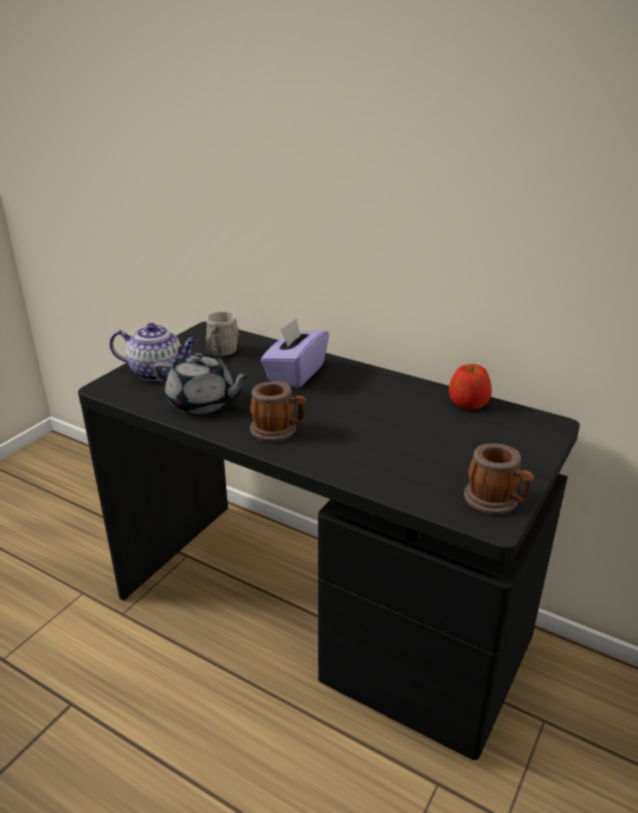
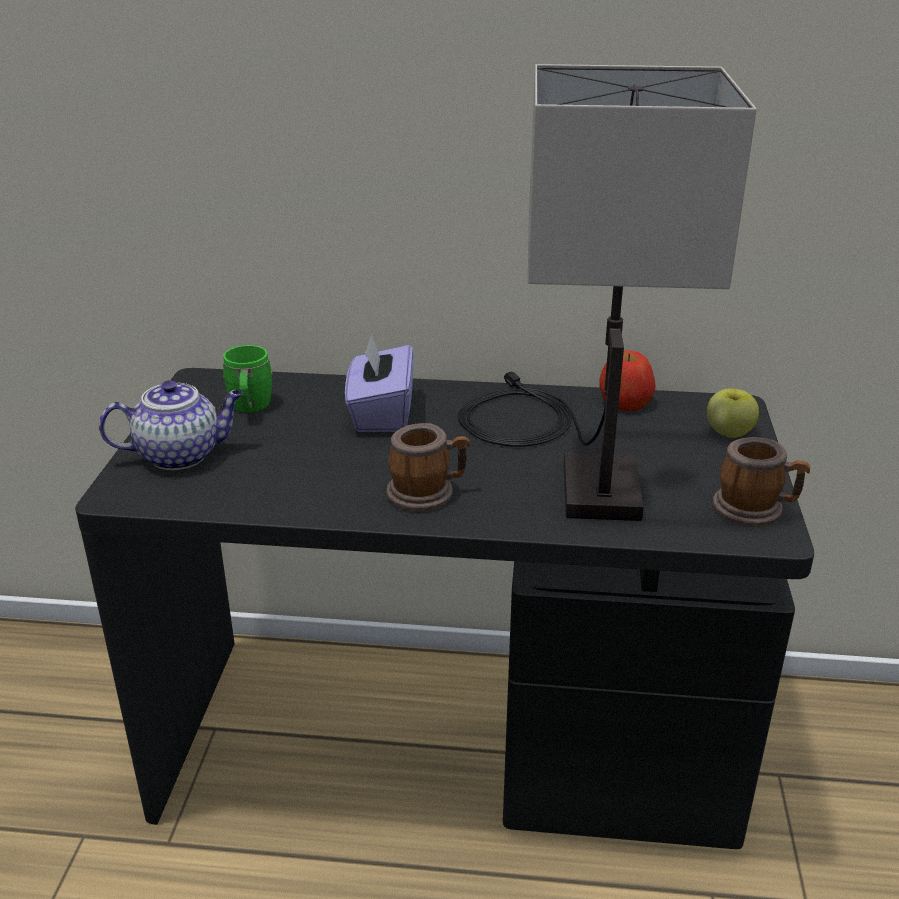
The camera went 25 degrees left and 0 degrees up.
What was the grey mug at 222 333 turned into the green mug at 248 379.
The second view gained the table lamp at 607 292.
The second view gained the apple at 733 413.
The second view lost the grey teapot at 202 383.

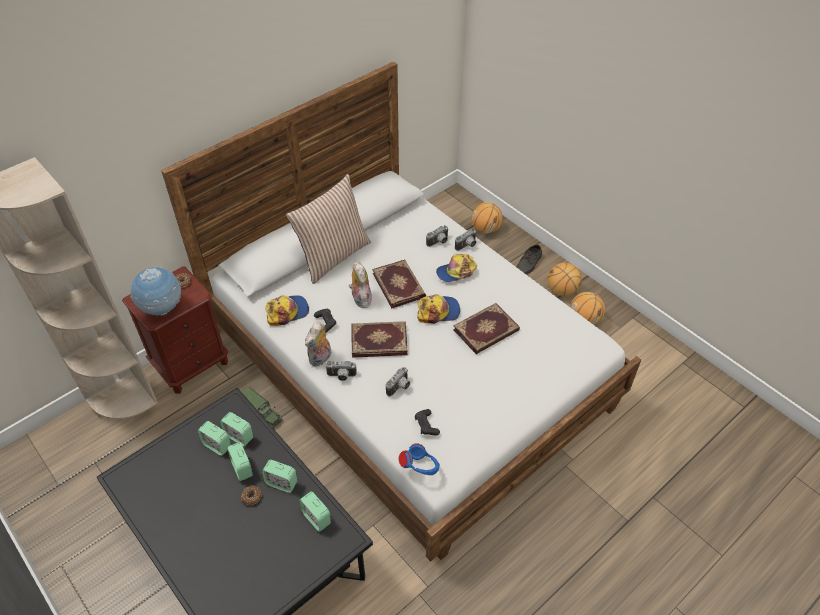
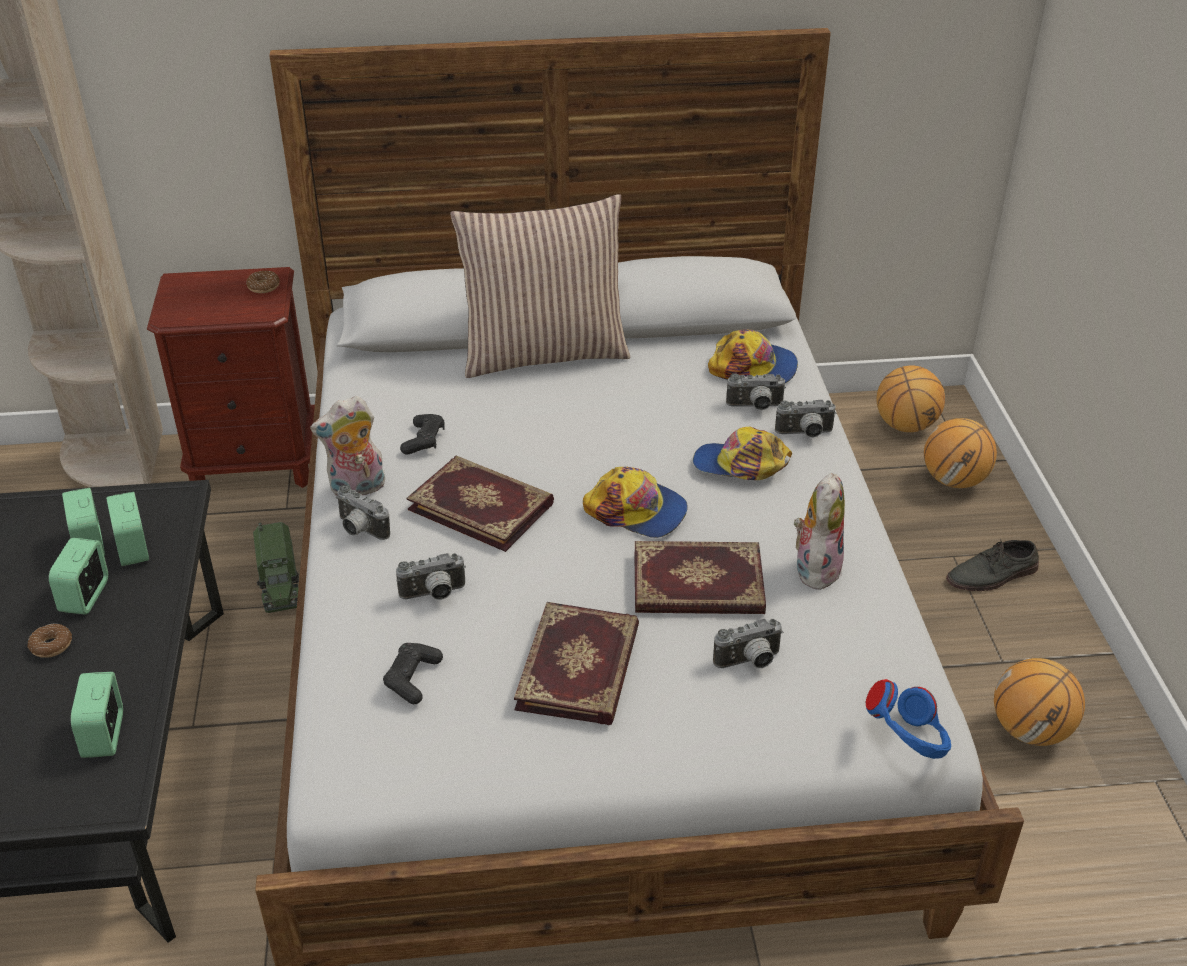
The camera went 35 degrees right and 10 degrees down.
The book ended up elsewhere, having gone from 399 284 to 576 663.
The cap ended up elsewhere, having gone from 287 310 to 753 356.
The second view gained the photo camera at 748 643.
The plush toy ended up elsewhere, having gone from 360 284 to 819 531.
The blue headphones ended up elsewhere, having gone from 419 459 to 908 719.
The basketball ended up elsewhere, having gone from 564 279 to 911 398.
The second view lost the globe at 156 291.
The second view lost the alarm clock at 279 476.

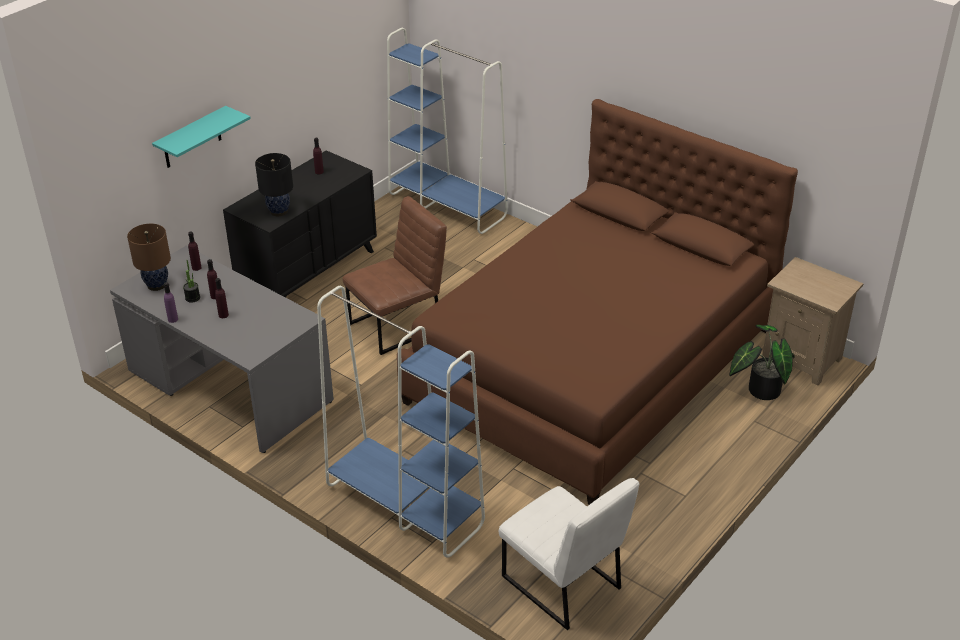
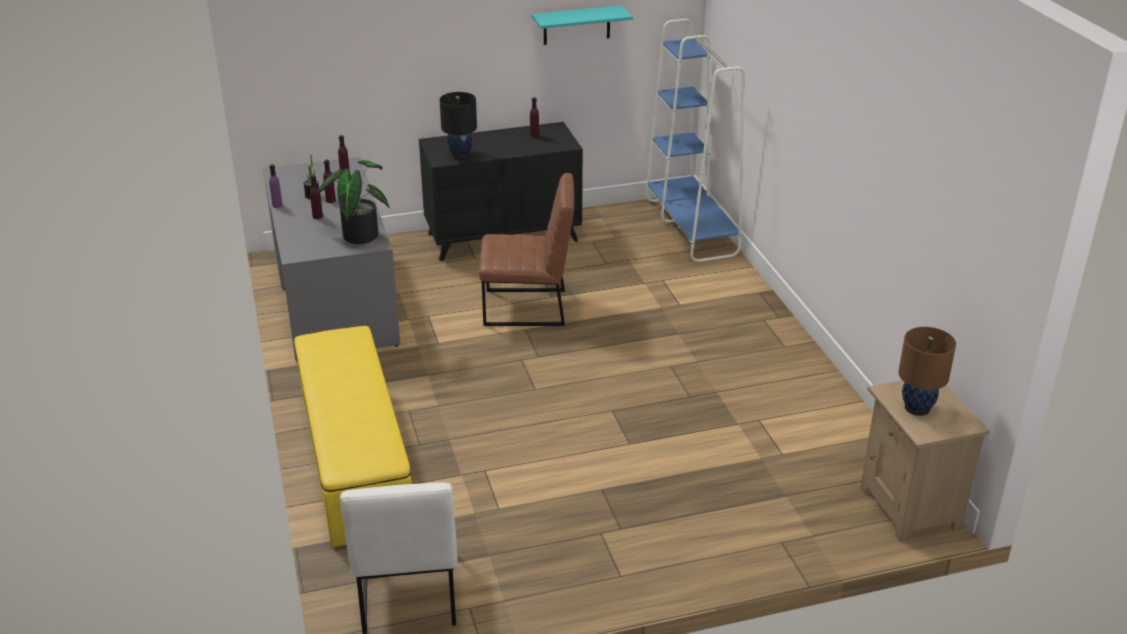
The camera went 35 degrees right and 5 degrees down.
Where the blue clothes rack stood at 401 422, the yellow bench came to stand at 353 436.
The potted plant ended up elsewhere, having gone from 762 362 to 352 202.
The turquoise shelf ended up elsewhere, having gone from 201 137 to 582 25.
The brown table lamp ended up elsewhere, having gone from 149 257 to 927 371.
The second view lost the brown bed at 597 302.

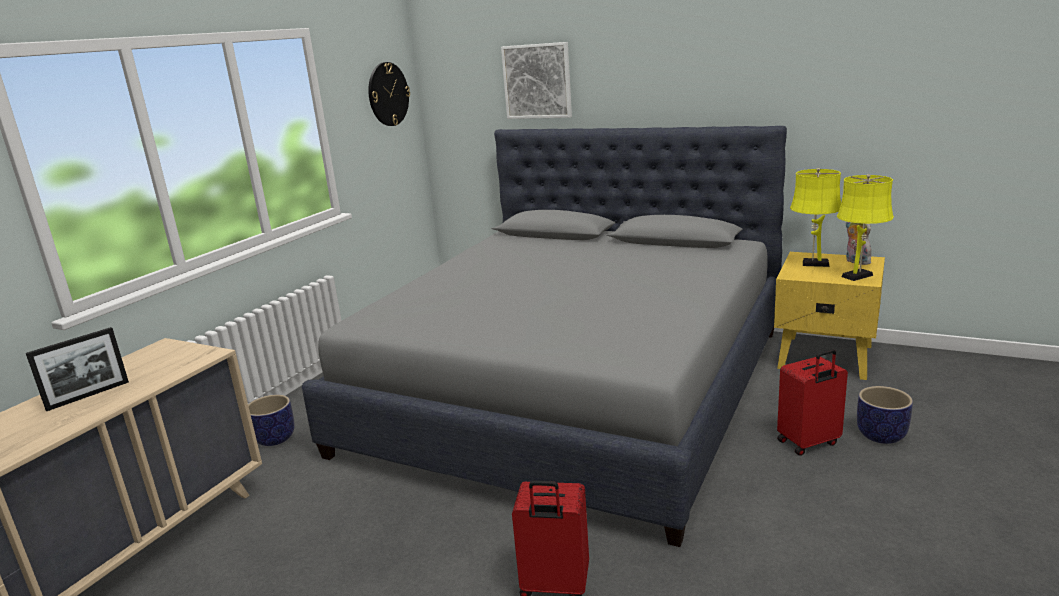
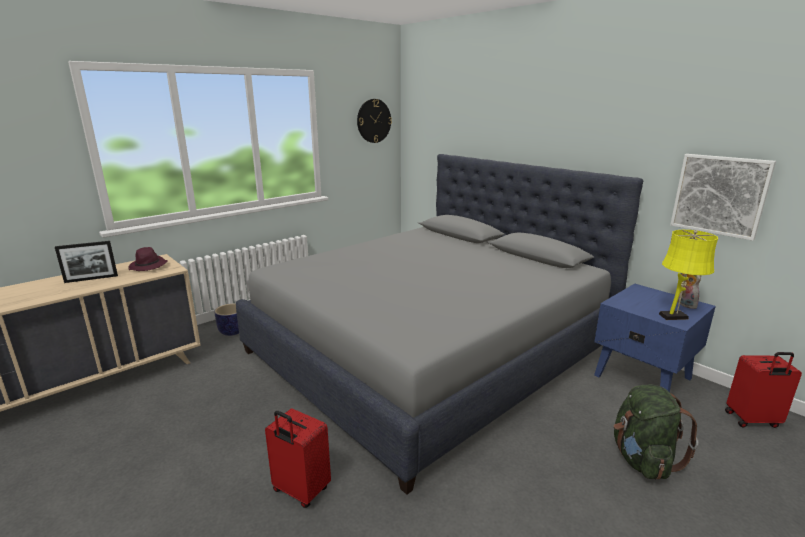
The camera went 20 degrees right and 0 degrees up.
The second view gained the purple hat at 148 259.
What was the yellow nightstand at 829 316 turned into the blue nightstand at 655 338.
Where the planter stood at 885 415, the green backpack came to stand at 656 432.
The picture ended up elsewhere, having gone from 536 80 to 723 197.
The red suitcase ended up elsewhere, having gone from 812 402 to 763 390.
The second view lost the yellow table lamp at 815 217.

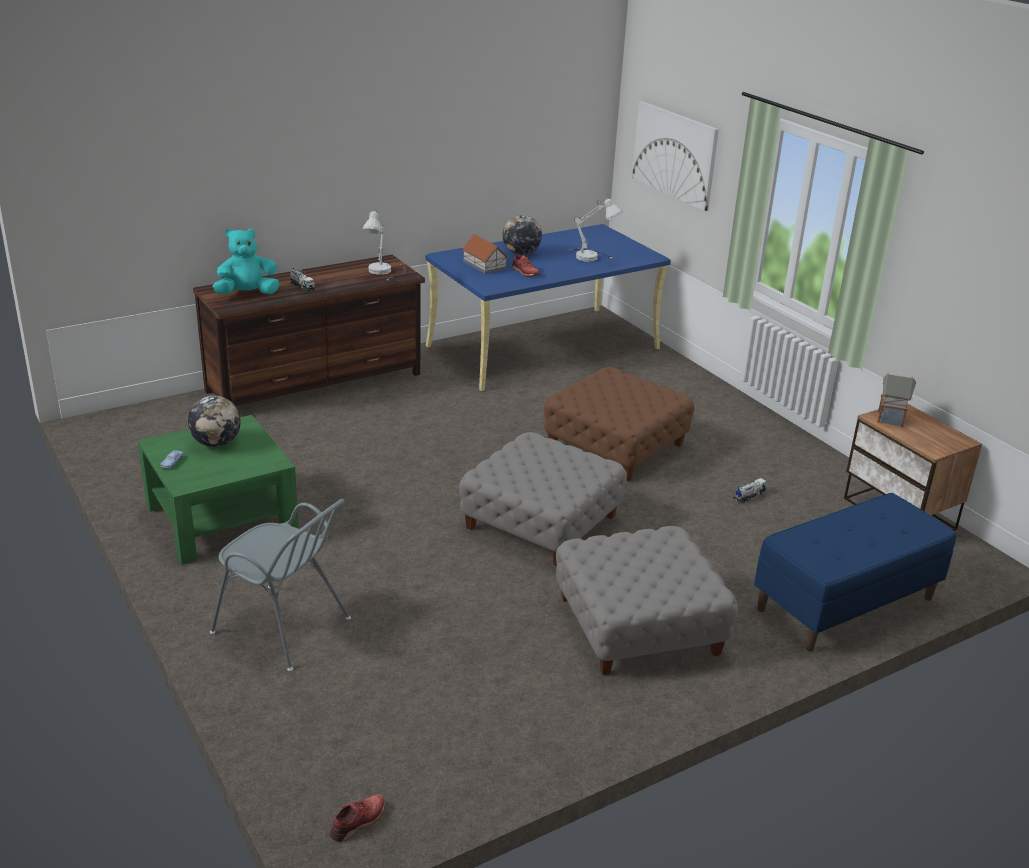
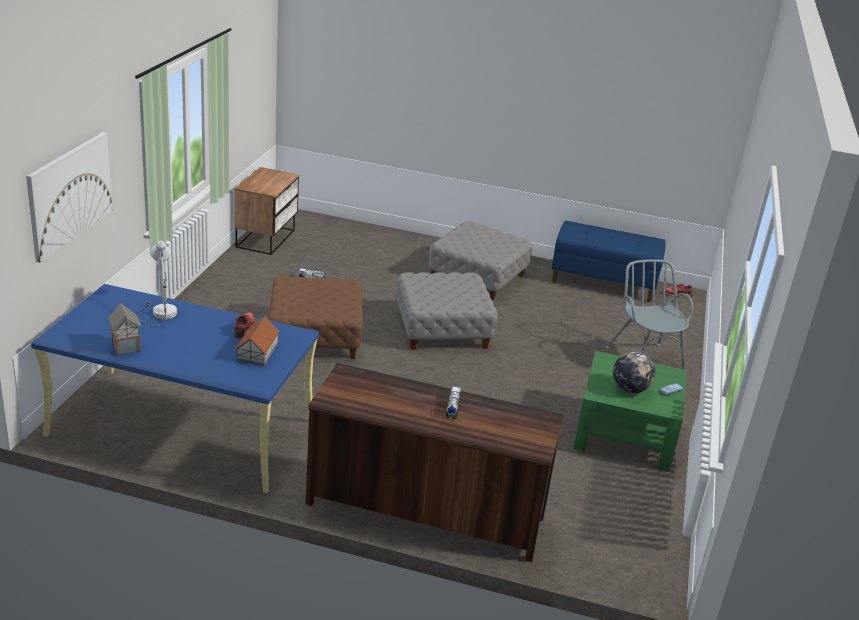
The camera went 135 degrees left and 0 degrees up.
The toy house ended up elsewhere, having gone from 896 400 to 124 329.
The blue bench ended up elsewhere, having gone from 855 572 to 609 261.
The second view lost the turquoise plush toy at 246 261.
The second view lost the white table lamp at 384 245.
The second view lost the globe at 522 235.

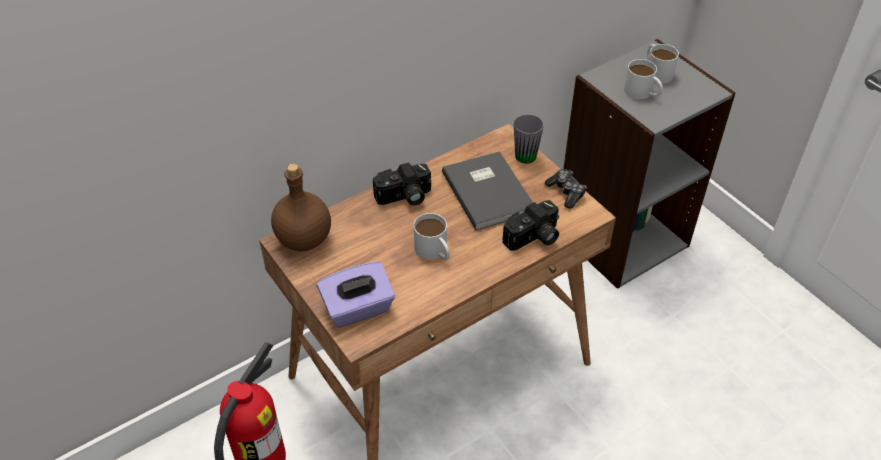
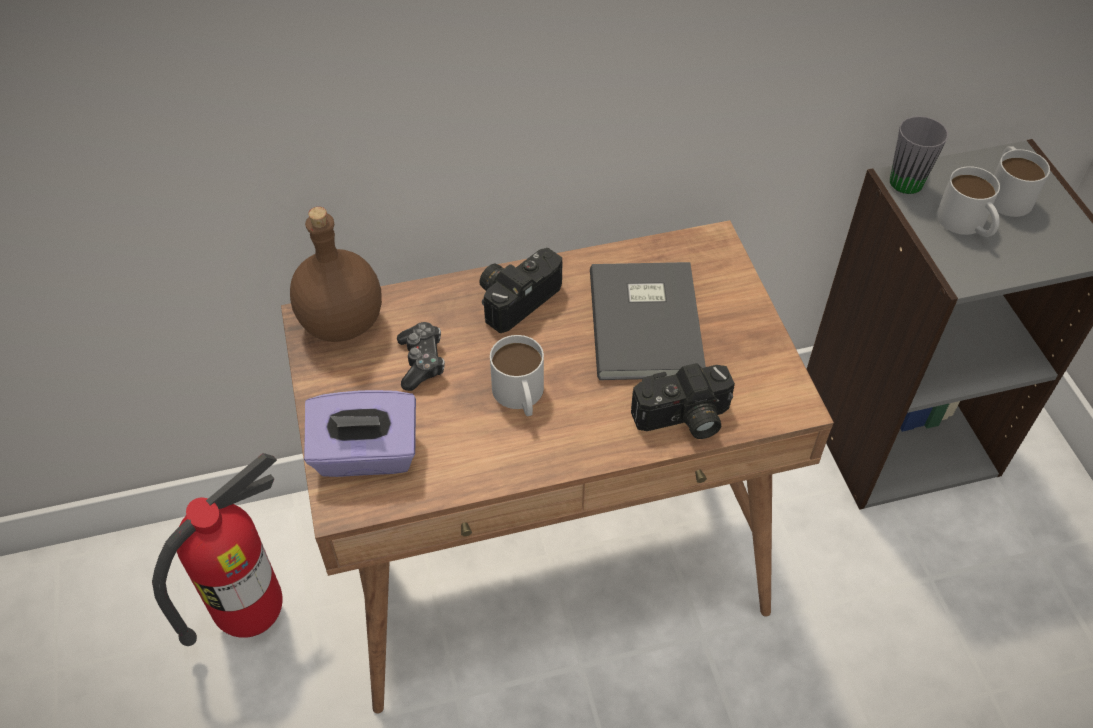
The camera went 20 degrees right and 5 degrees up.
The game controller ended up elsewhere, having gone from 566 189 to 421 356.
The photo camera at 402 184 ended up facing another way, 135 degrees clockwise from before.
The grey mug ended up elsewhere, having gone from 529 139 to 919 155.

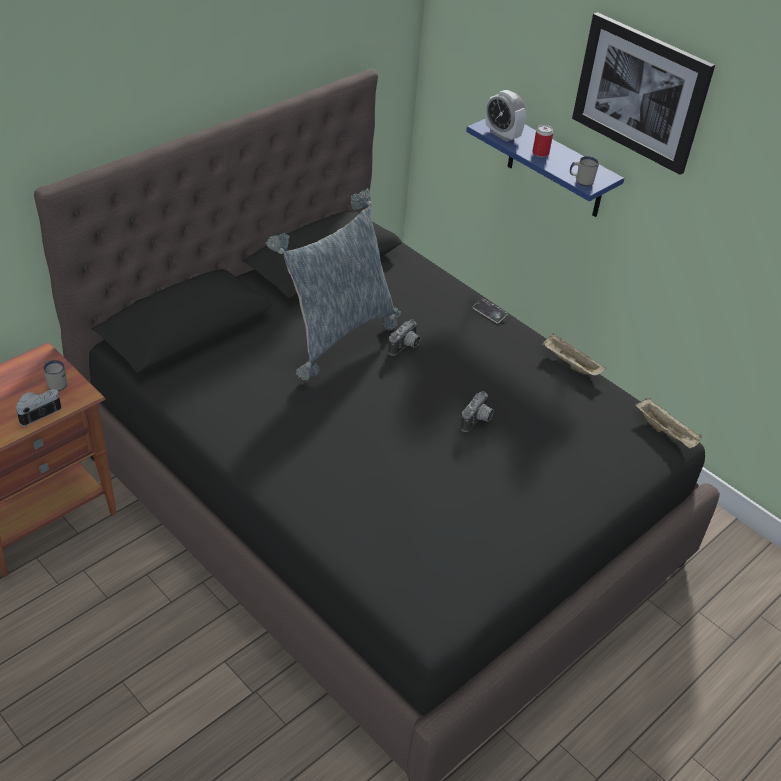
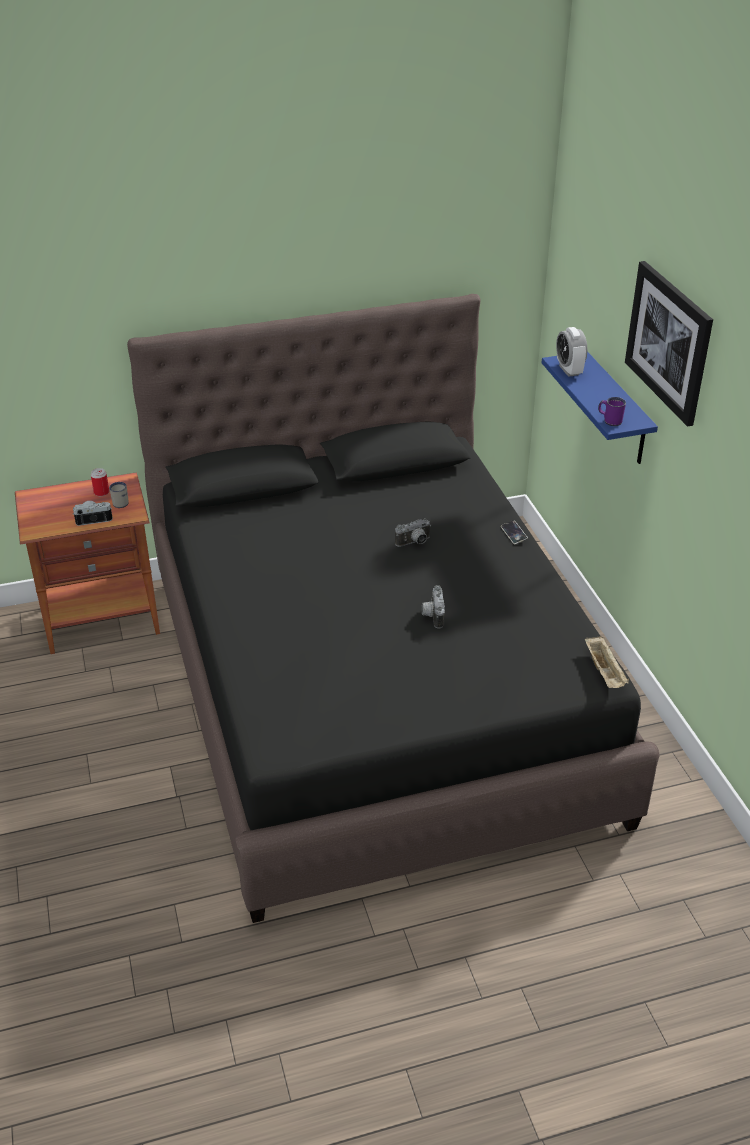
The camera went 30 degrees right and 5 degrees down.
The can ended up elsewhere, having gone from 542 141 to 100 482.
The photo camera at 477 411 ended up facing another way, 120 degrees clockwise from before.
What was the white mug at 584 171 turned into the purple mug at 612 411.
The second view lost the pillow at 333 284.
The second view lost the beige tray at 574 354.

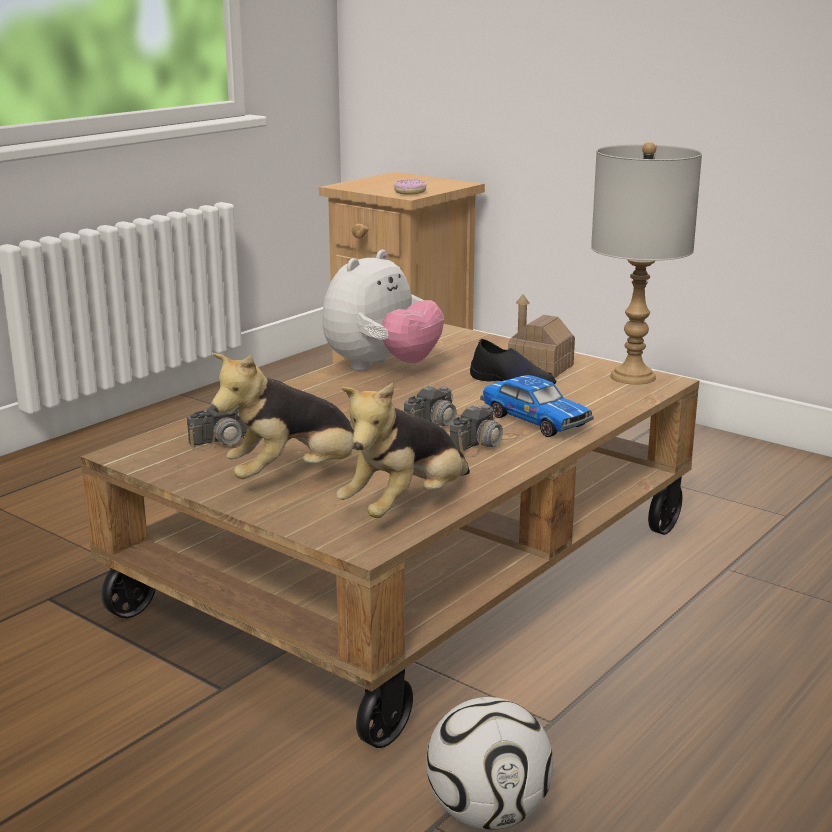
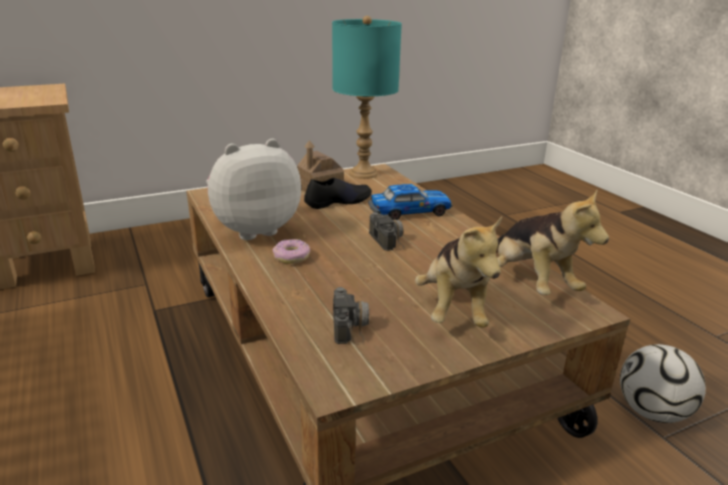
The camera went 65 degrees left and 5 degrees up.
The plush toy at 383 310 ended up facing another way, 90 degrees counterclockwise from before.
The donut ended up elsewhere, having gone from 410 187 to 291 251.
What was the grey table lamp at 646 263 turned into the turquoise table lamp at 367 97.
The second view lost the photo camera at 485 431.

